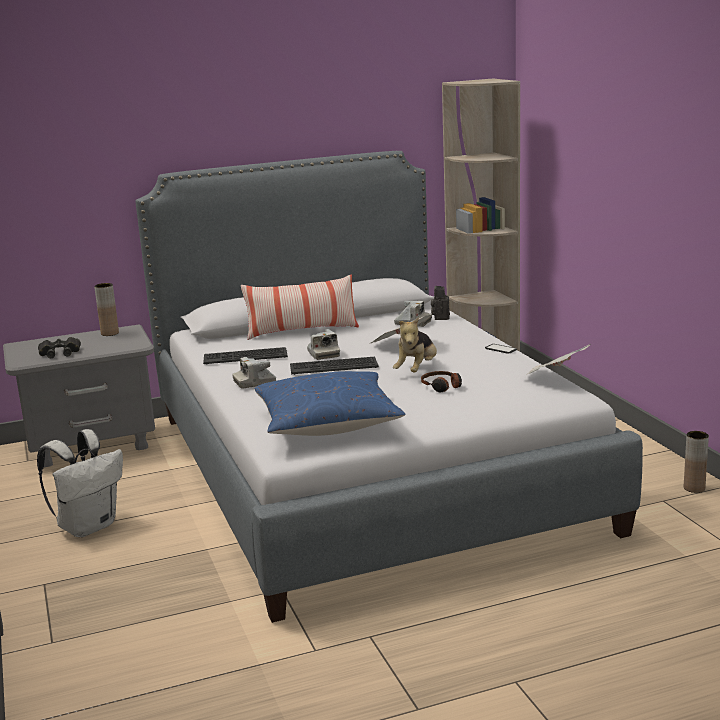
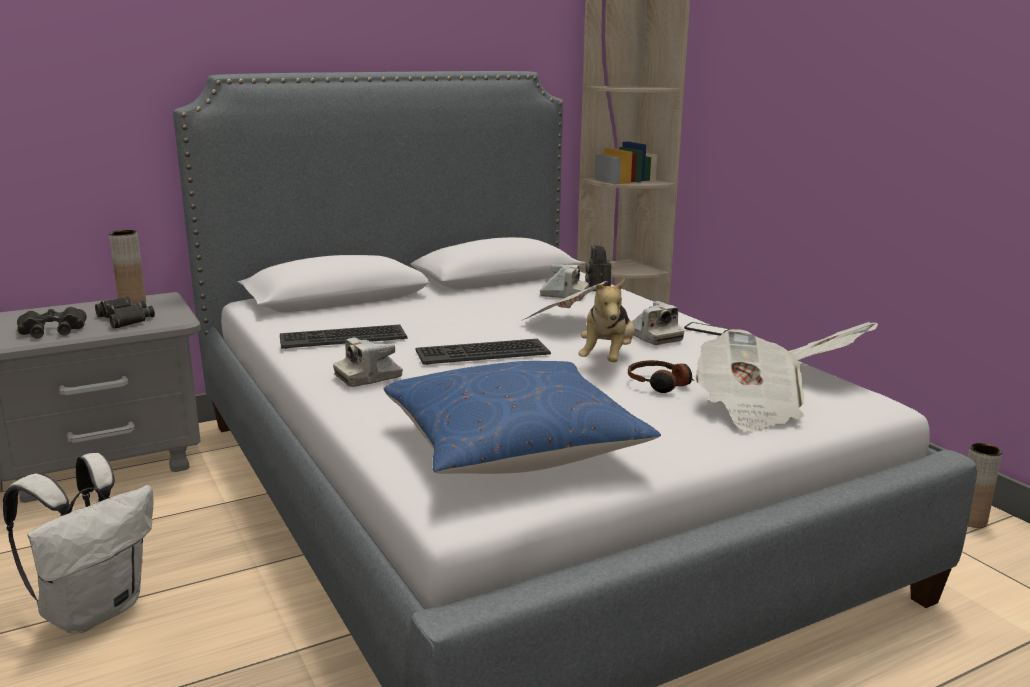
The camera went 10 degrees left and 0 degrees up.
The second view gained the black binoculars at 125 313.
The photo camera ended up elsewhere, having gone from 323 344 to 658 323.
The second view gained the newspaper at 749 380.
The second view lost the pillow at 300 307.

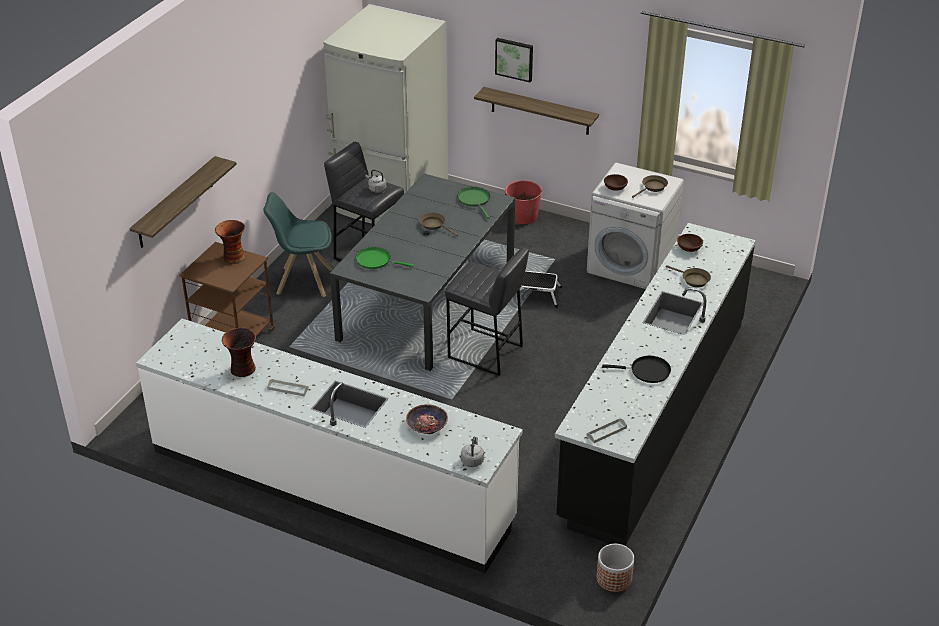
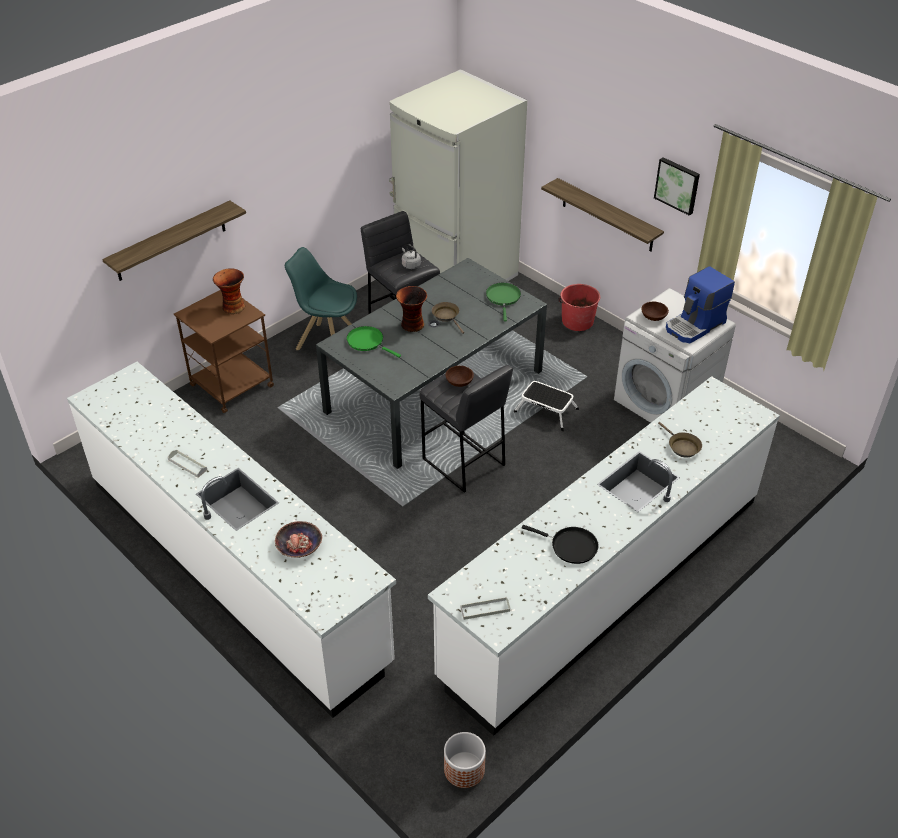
The camera went 20 degrees right and 5 degrees up.
The vase ended up elsewhere, having gone from 239 352 to 411 309.
What was the black counter at 655 384 turned into the white counter at 604 556.
The brown bowl ended up elsewhere, having gone from 690 243 to 459 376.
The picture ended up elsewhere, having gone from 514 60 to 677 186.
Where the brown frying pan stood at 650 186, the coffee machine came to stand at 700 304.
The second view lost the grey kettle at 472 452.

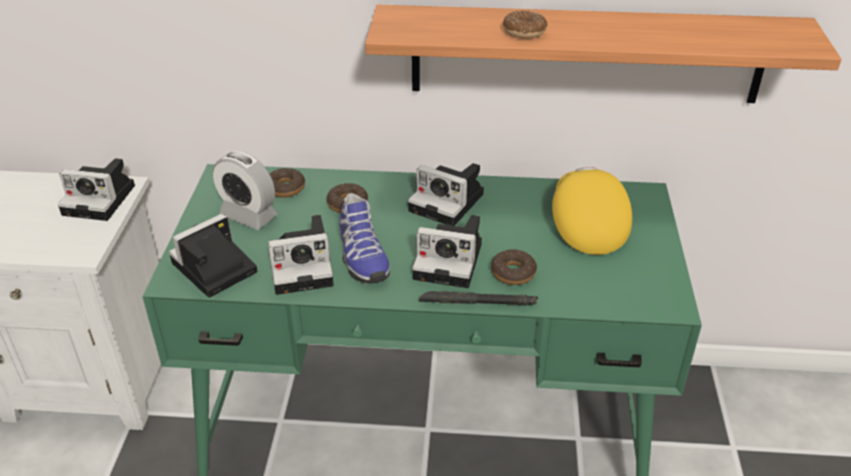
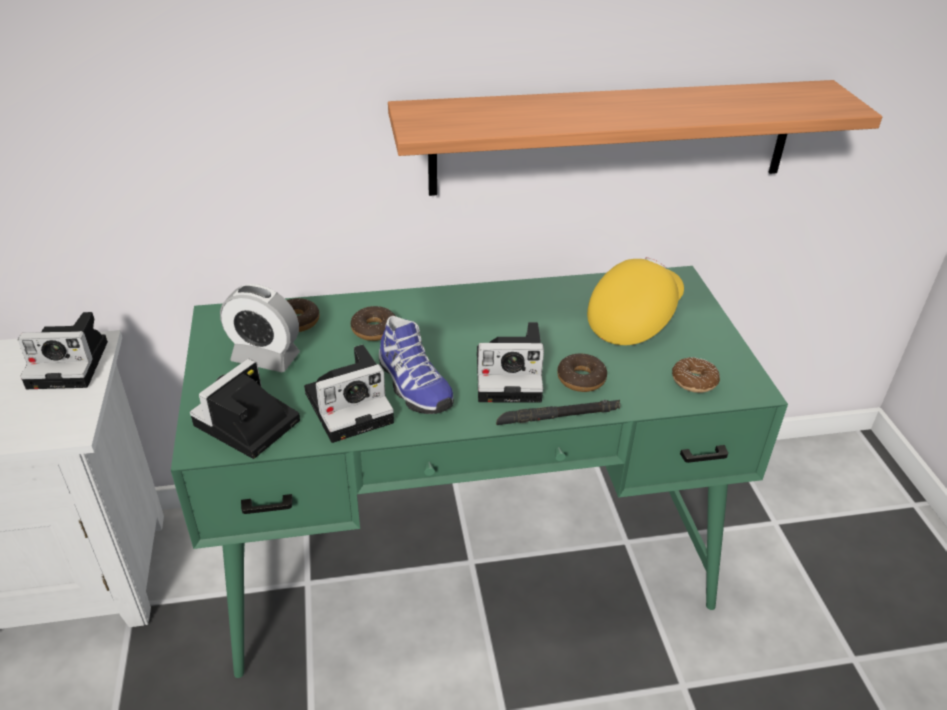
The camera went 15 degrees left and 0 degrees up.
The yellow cap at 592 211 ended up facing another way, 60 degrees clockwise from before.
The donut ended up elsewhere, having gone from 525 24 to 696 375.
The second view lost the photo camera at 446 194.

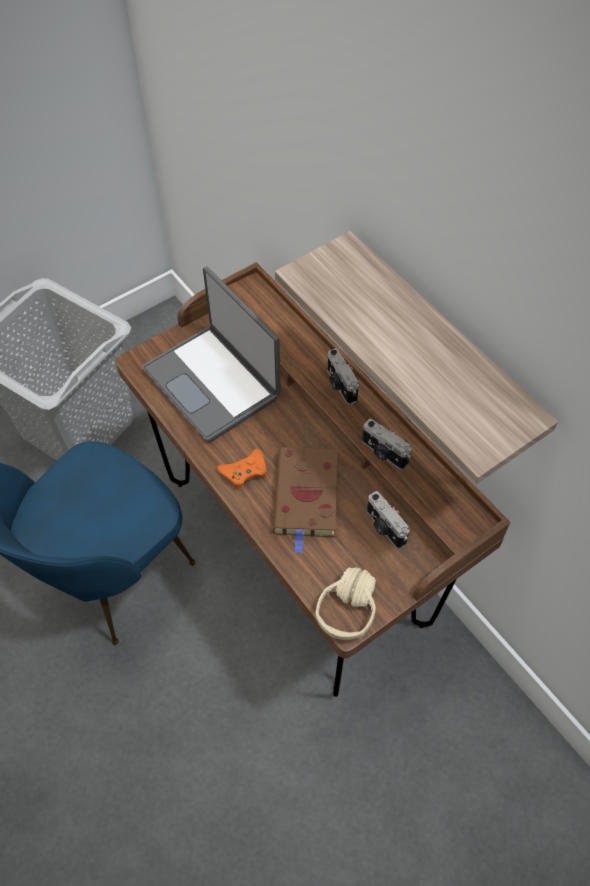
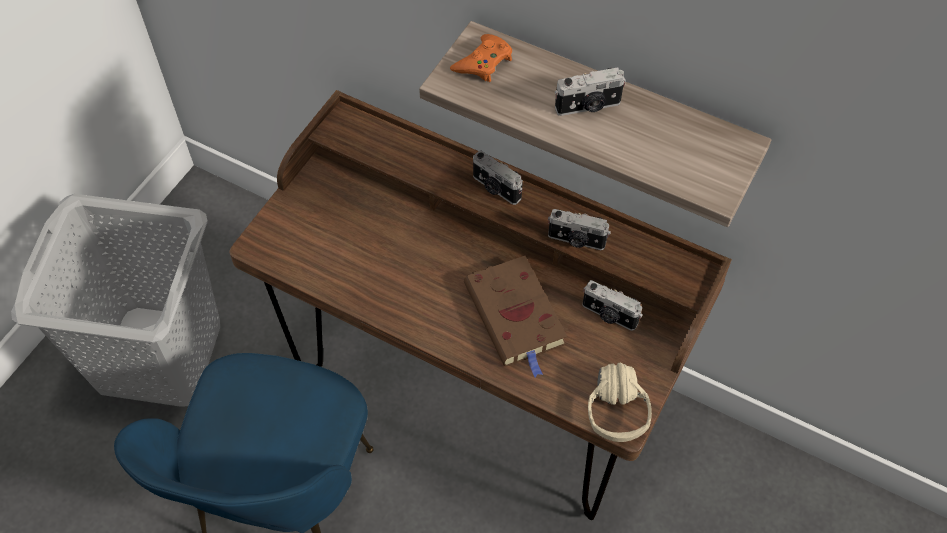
The camera went 25 degrees left and 0 degrees up.
The orange game controller ended up elsewhere, having gone from 242 469 to 481 58.
The second view gained the photo camera at 590 91.
The second view lost the laptop at 211 355.

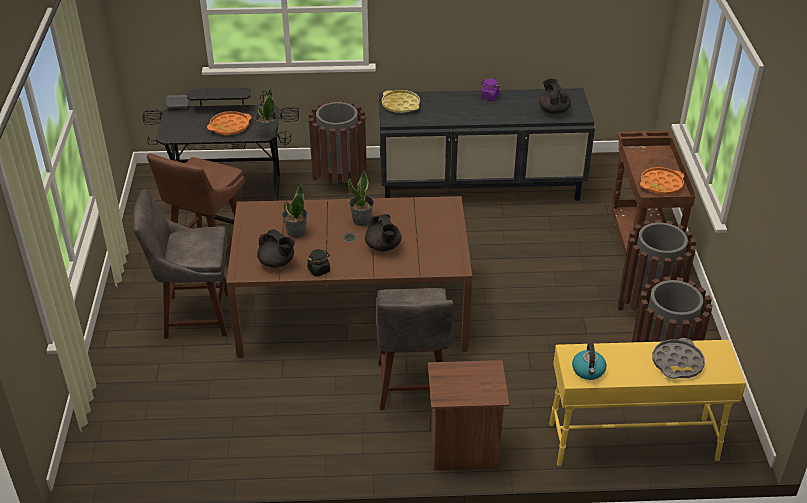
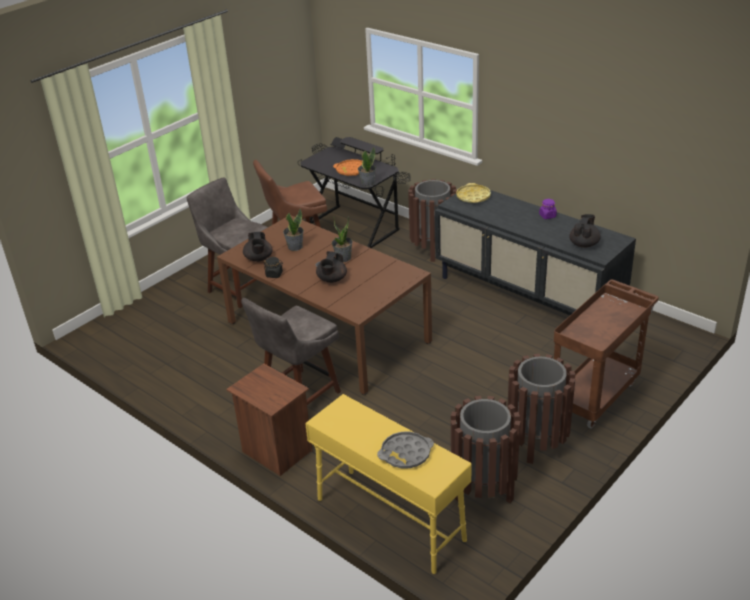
The camera went 45 degrees right and 5 degrees down.
The second view lost the kettle at 589 361.
The second view lost the orange tray at 662 181.

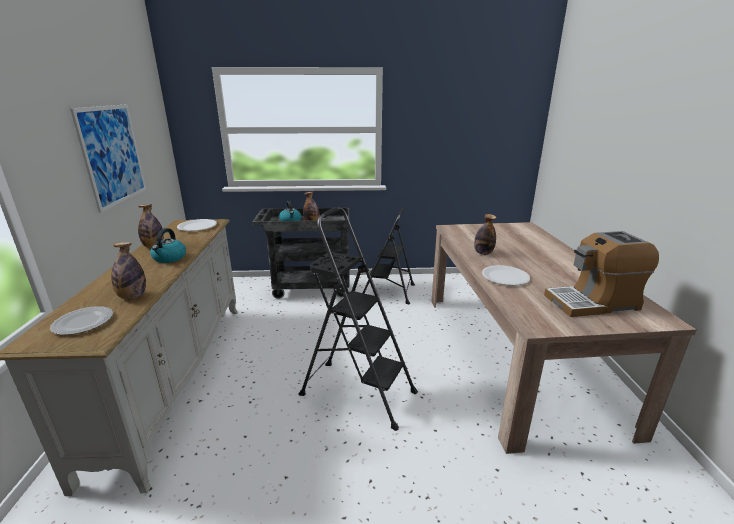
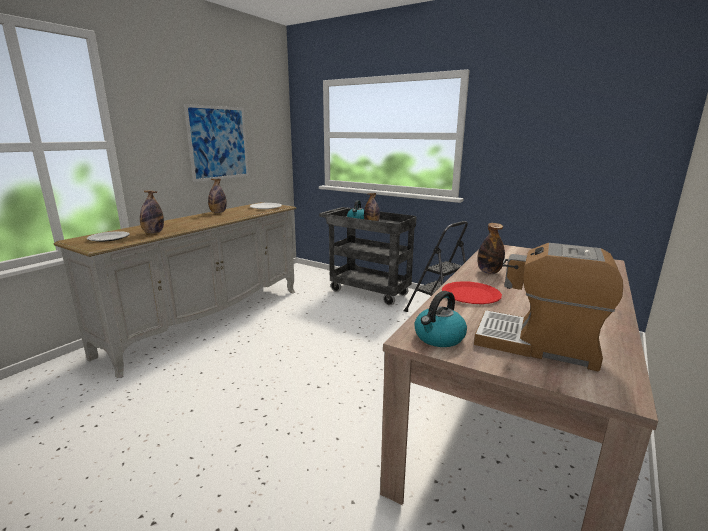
The camera went 35 degrees right and 5 degrees down.
The kettle ended up elsewhere, having gone from 168 245 to 440 319.
What was the white plate at 506 275 turned into the red plate at 472 292.
The second view lost the step ladder at 358 319.

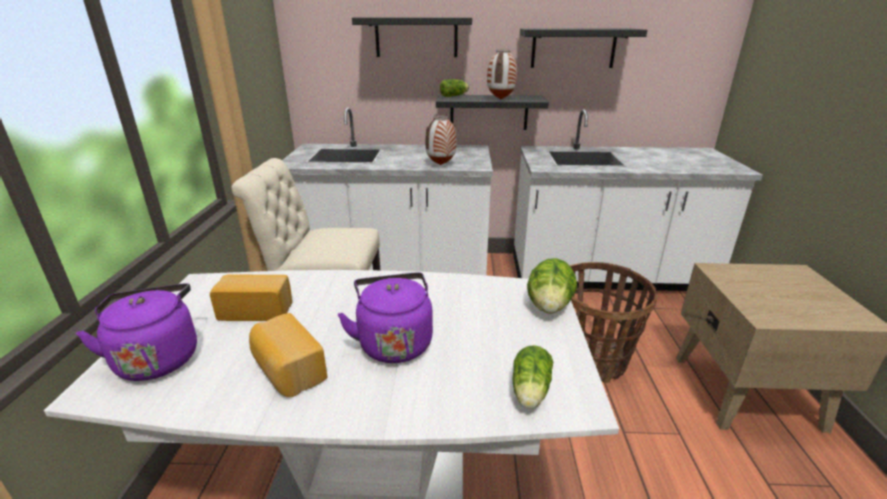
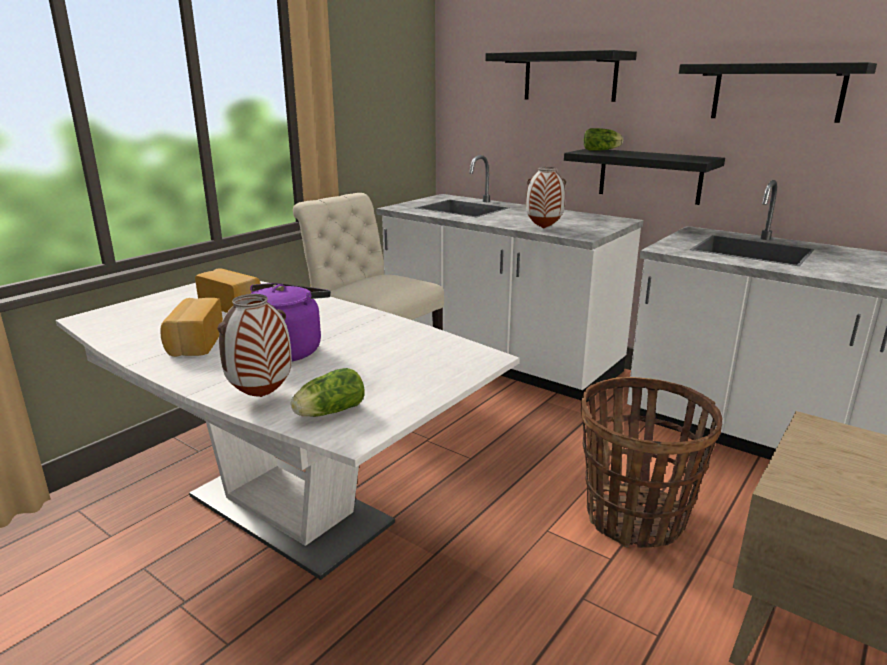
The camera went 35 degrees right and 5 degrees down.
The vase ended up elsewhere, having gone from 502 74 to 254 345.
The second view lost the purple kettle at 136 332.
The second view lost the lettuce at 552 286.

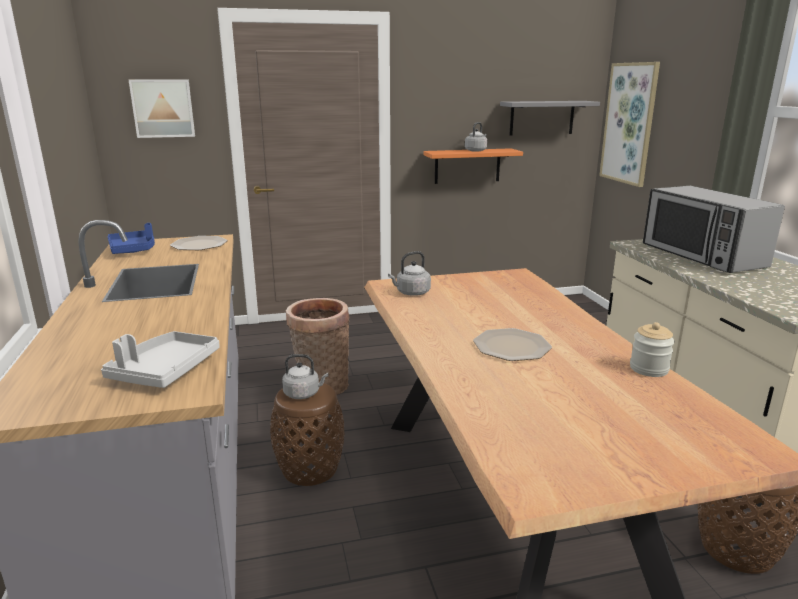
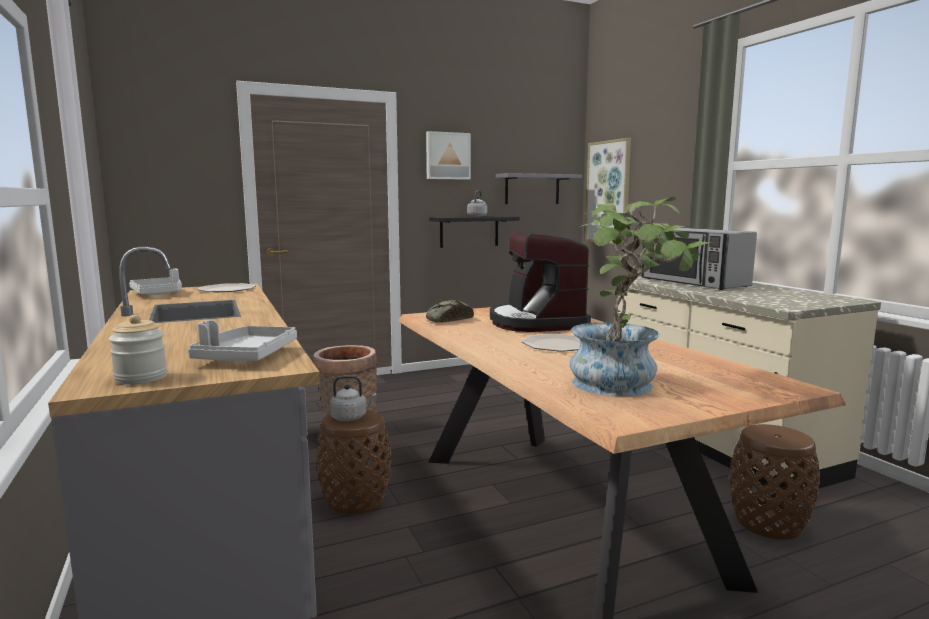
The camera went 10 degrees left and 10 degrees down.
The jar ended up elsewhere, having gone from 652 349 to 138 349.
What was the blue tray at 131 238 turned into the grey tray at 155 282.
The picture ended up elsewhere, having gone from 162 109 to 448 155.
Where the grey kettle stood at 409 273, the bread came to stand at 450 311.
What was the orange shelf at 473 166 turned into the black shelf at 474 232.
The second view gained the coffee machine at 540 281.
The second view gained the potted plant at 642 296.

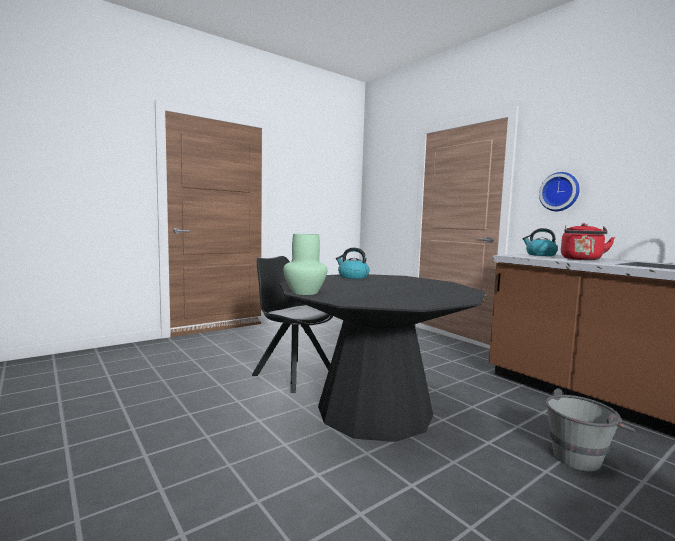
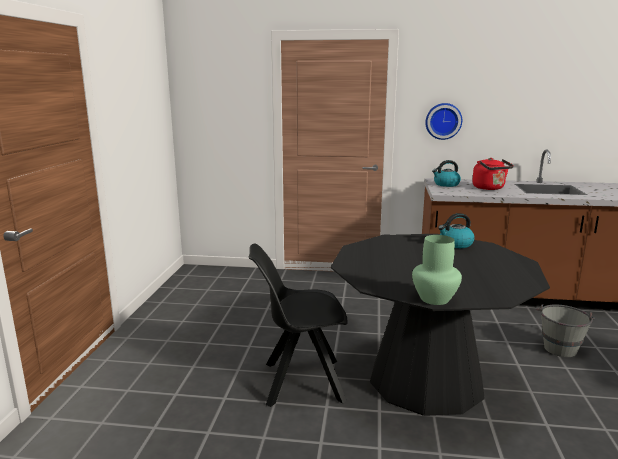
The camera went 45 degrees left and 10 degrees up.
The kettle ended up elsewhere, having gone from 352 263 to 456 230.

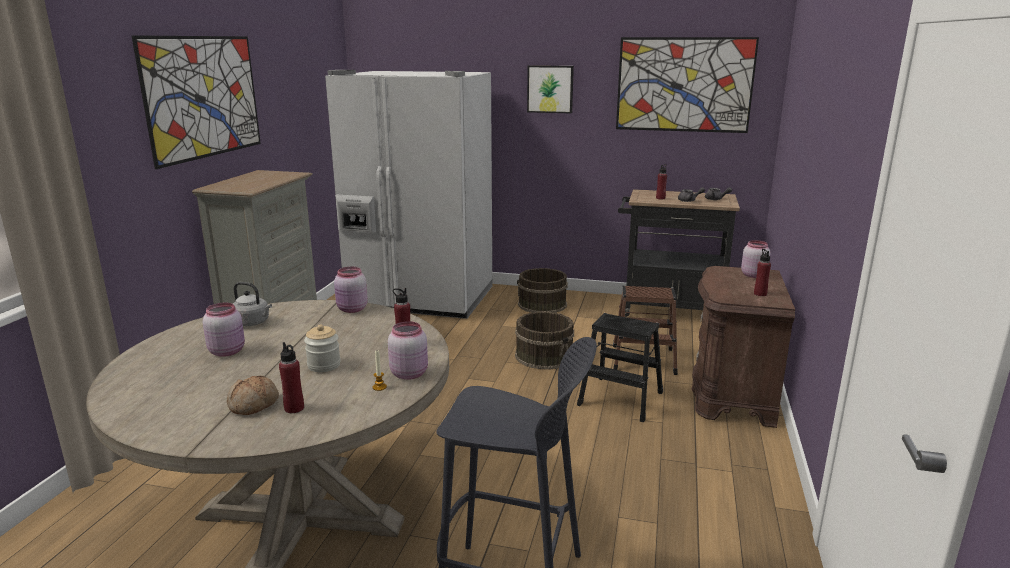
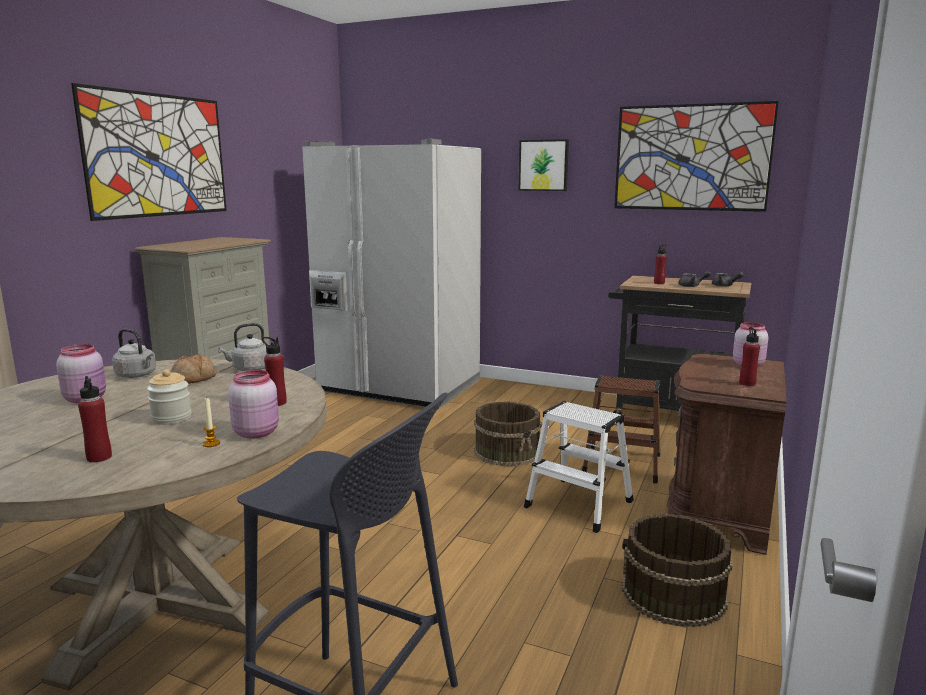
The camera went 10 degrees right and 5 degrees down.
The bread ended up elsewhere, having gone from 253 395 to 194 369.
Where the pink jar stood at 351 290, the grey kettle came to stand at 243 347.
What was the black step ladder at 620 367 turned into the white step ladder at 579 467.
The brown bucket ended up elsewhere, having gone from 542 290 to 677 570.

